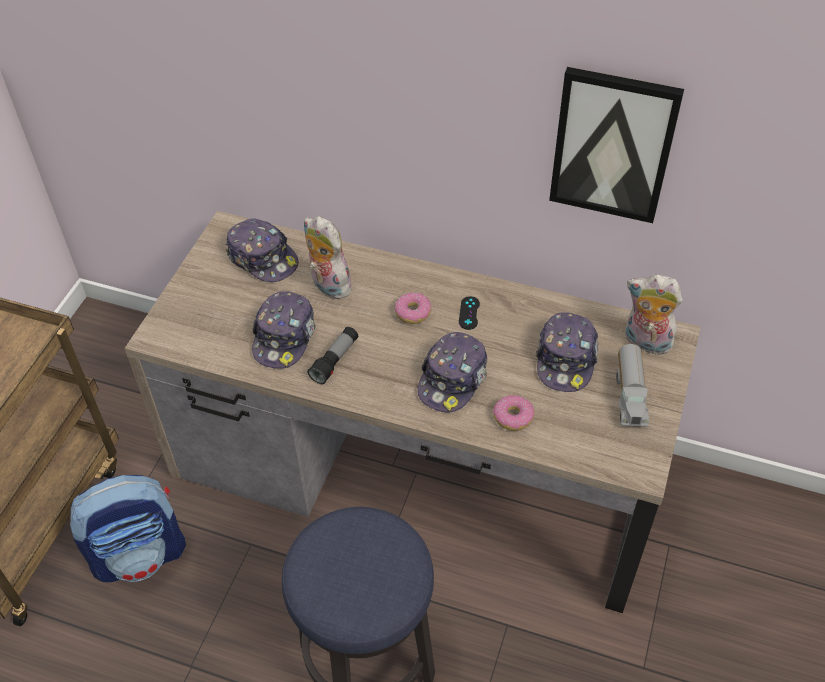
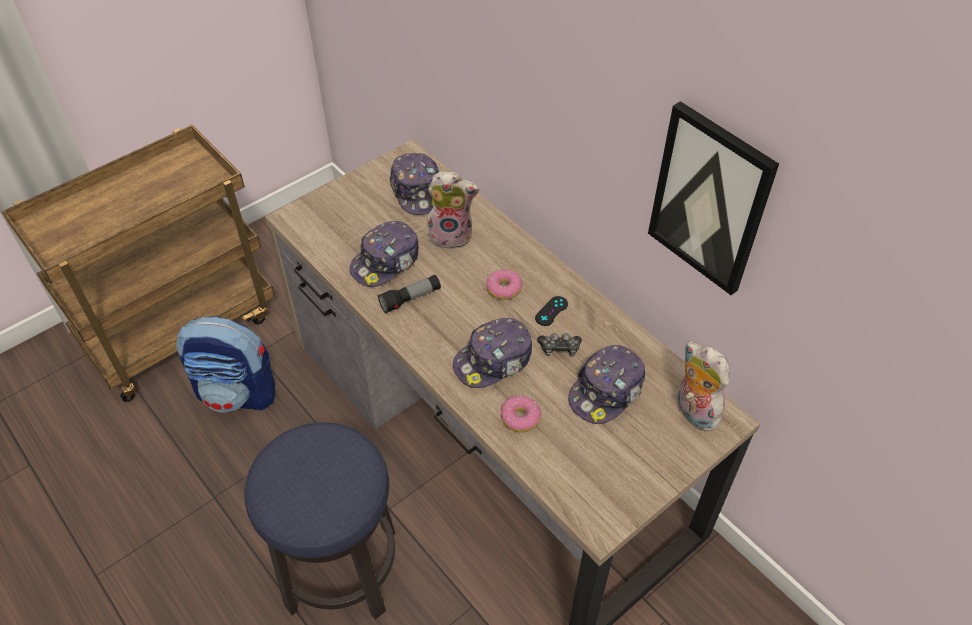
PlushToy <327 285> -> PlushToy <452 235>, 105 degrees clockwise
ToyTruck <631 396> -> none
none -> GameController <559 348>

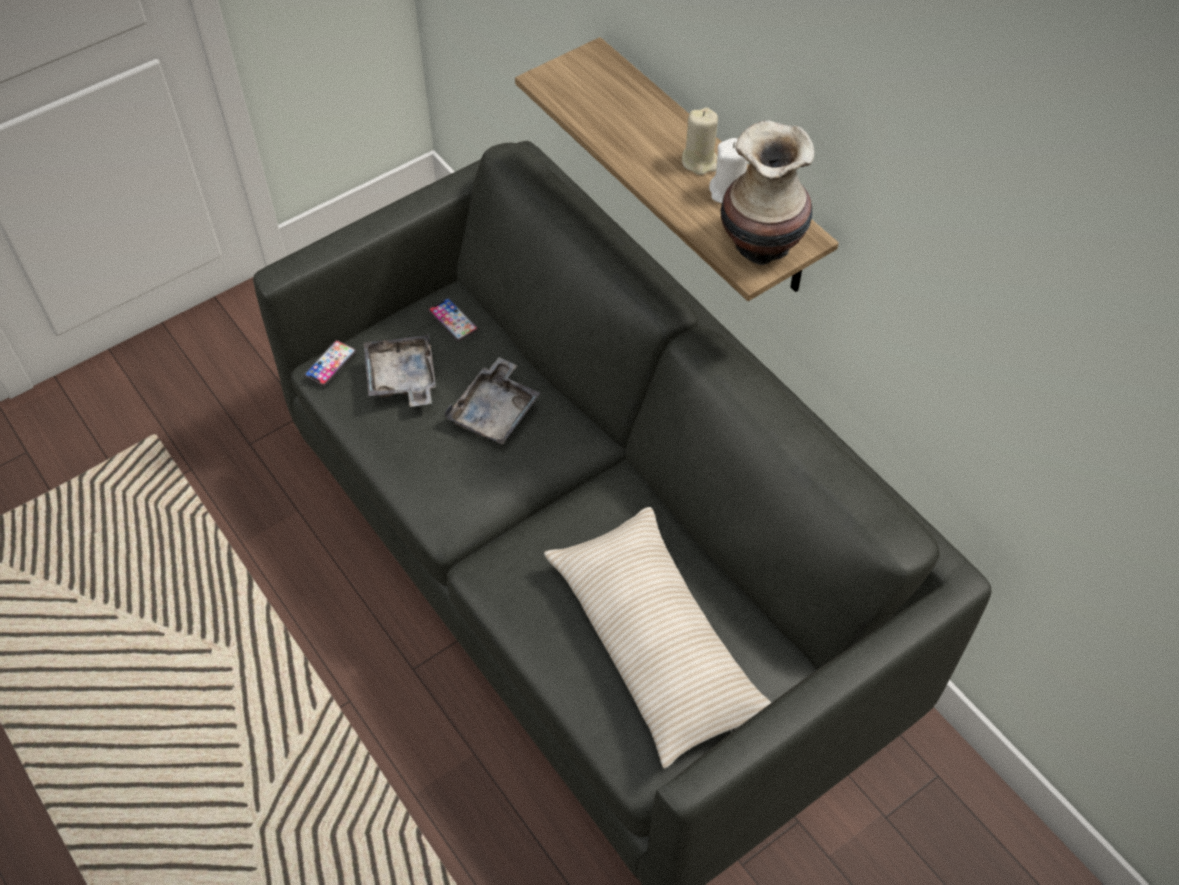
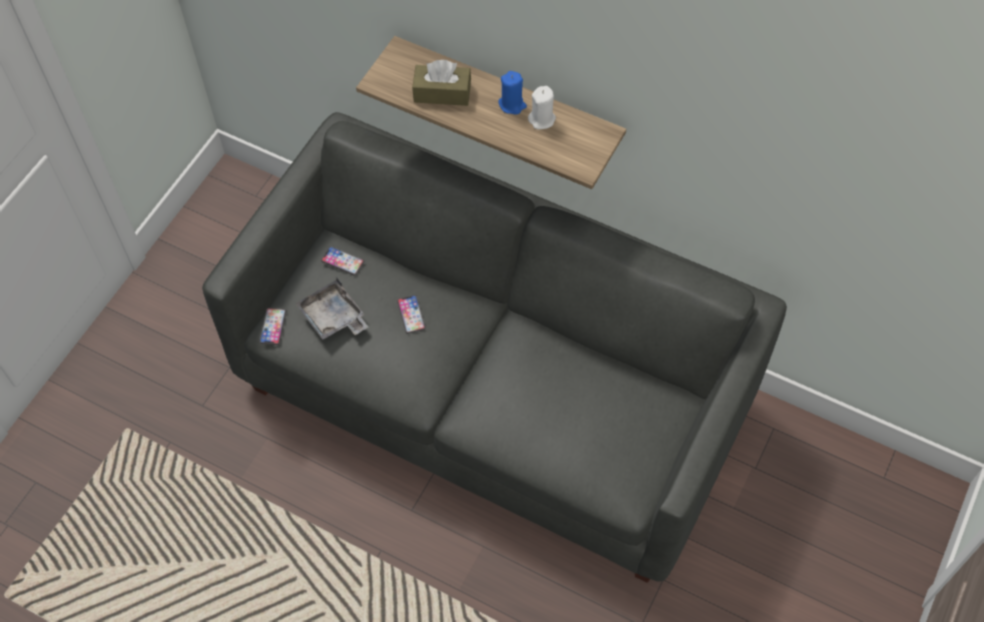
GreyishServingTray <495 412> -> Handset <411 314>
SandColouredThrowPillow <655 644> -> none
SandColouredCandle <700 162> -> BlueCandle <512 104>
DecorativeVase <763 245> -> none
none -> BrownBoxOfTissues <442 93>

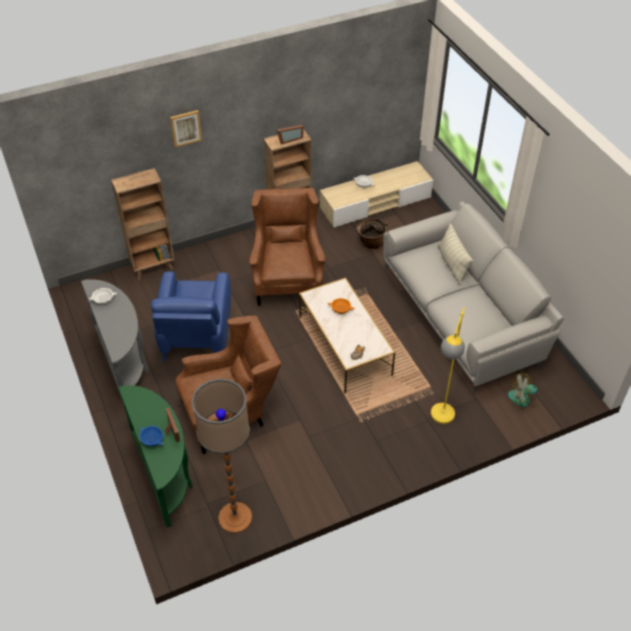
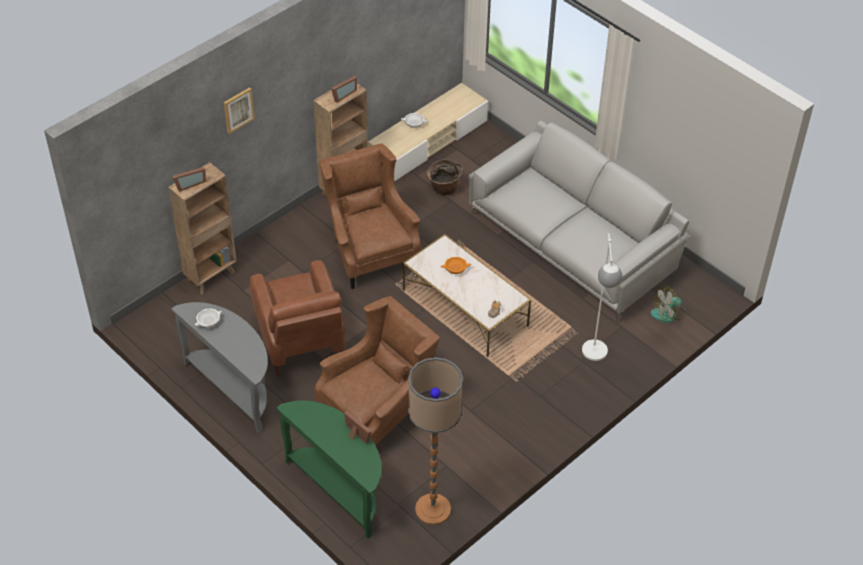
BlueServingBowl <152 440> -> none
BlueArmchair <196 338> -> BrownArmchair <301 341>
YellowColouredStandingLamp <440 420> -> WhitishStandingLamp <595 358>
ThrowPillow <452 264> -> none
none -> StandingFrame <189 184>

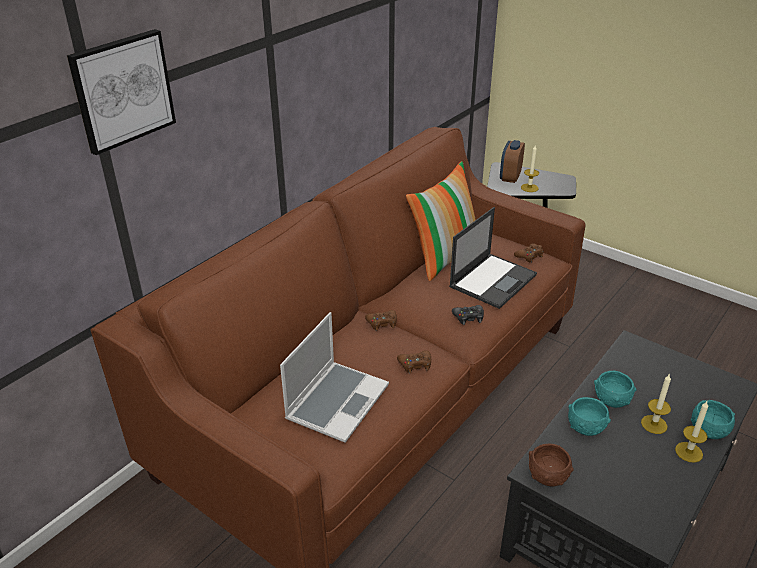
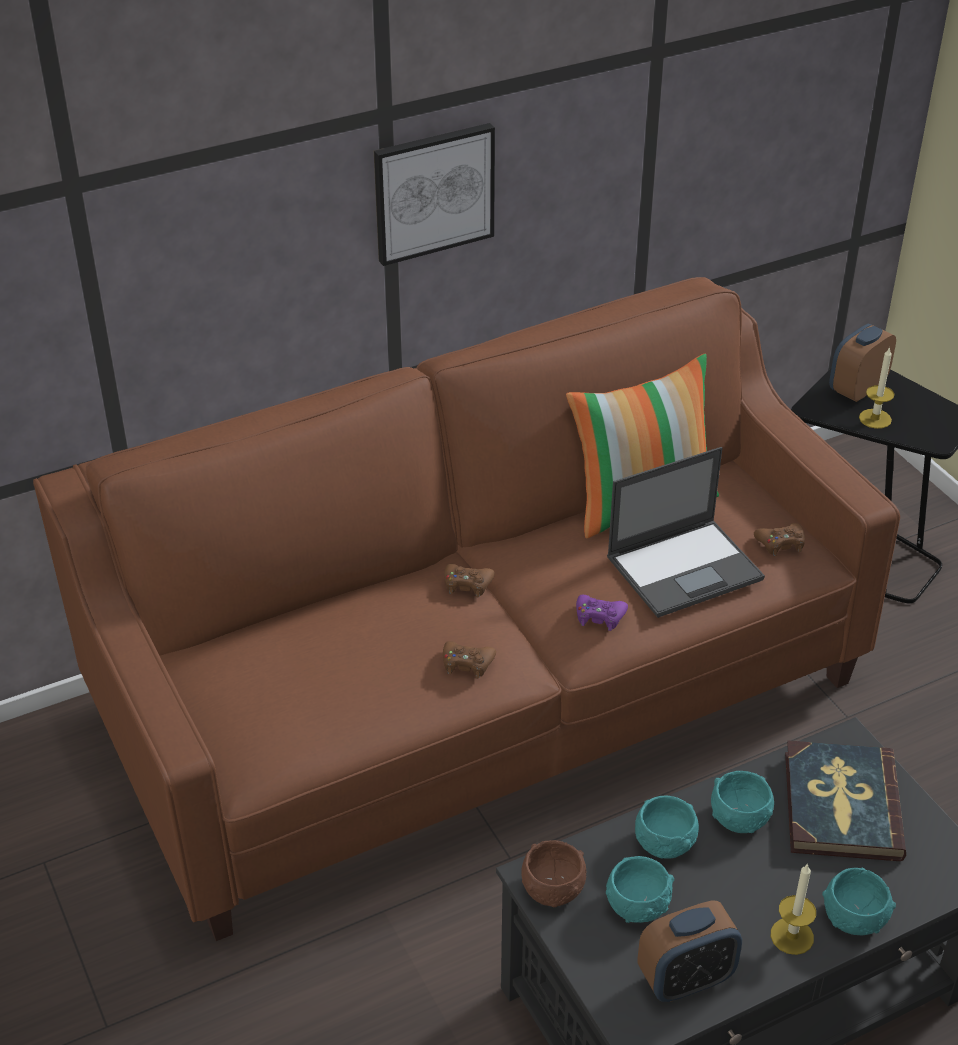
WallArt <122 90> -> WallArt <433 192>, relocated
PortableComputer <337 401> -> none
BlackGameController <468 317> -> PurpleGameController <599 617>
Candle <654 424> -> none
none -> TurquoiseColouredServingBowl <637 904>
none -> BedsideClock <685 979>
none -> BoundBook <841 805>

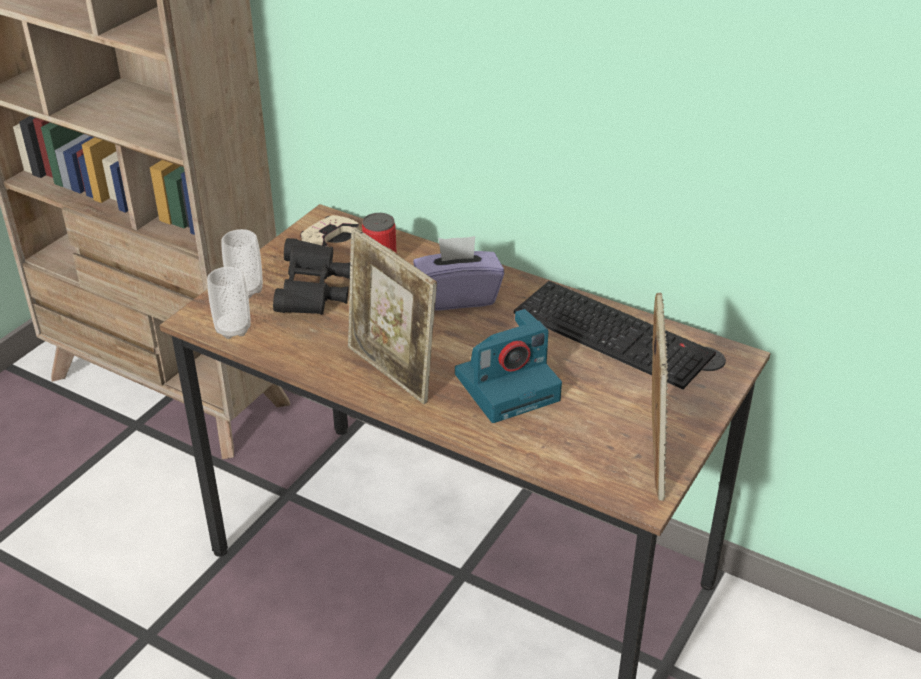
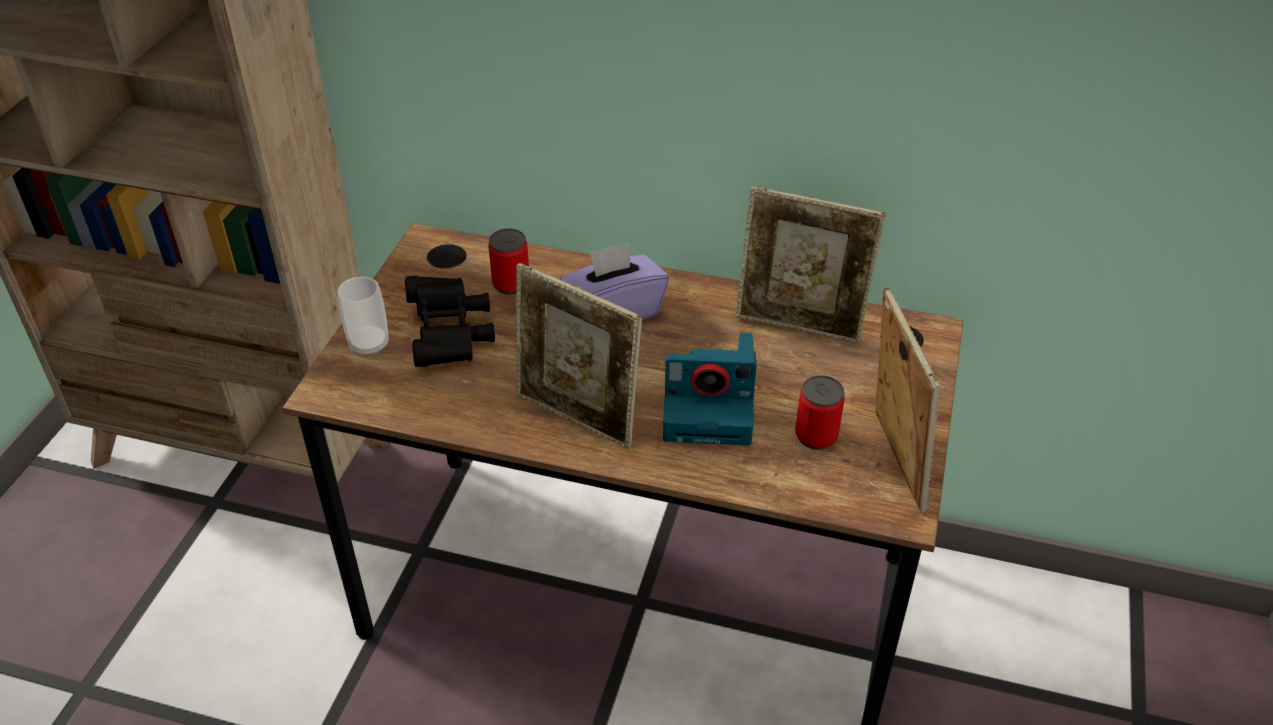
SmallCup <233 329> -> none
SandColouredGameController <328 237> -> none
PhotoCamera <508 385> -> PhotoCamera <711 408>, 45 degrees clockwise
ComputerKeyboard <615 333> -> StandingFrame <799 326>
none -> MetalCan <816 435>

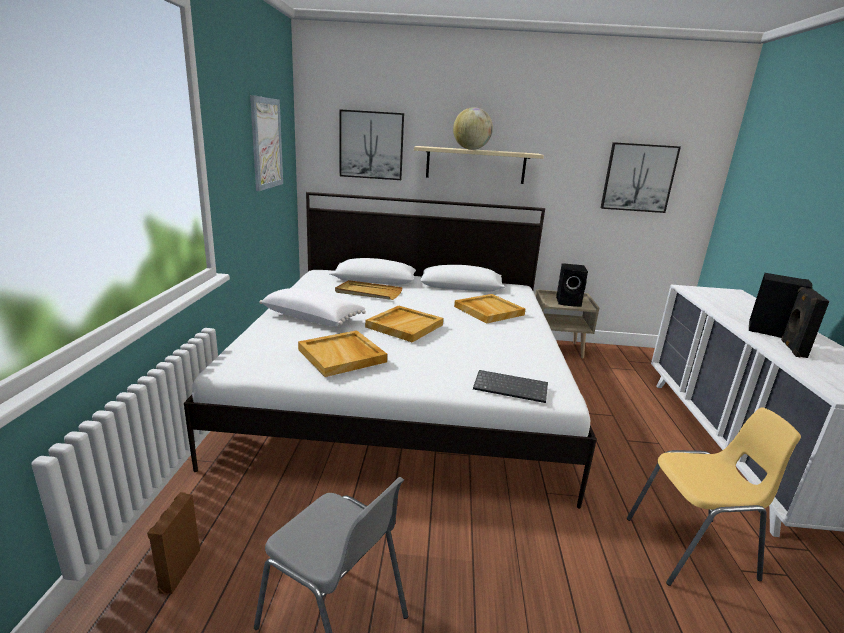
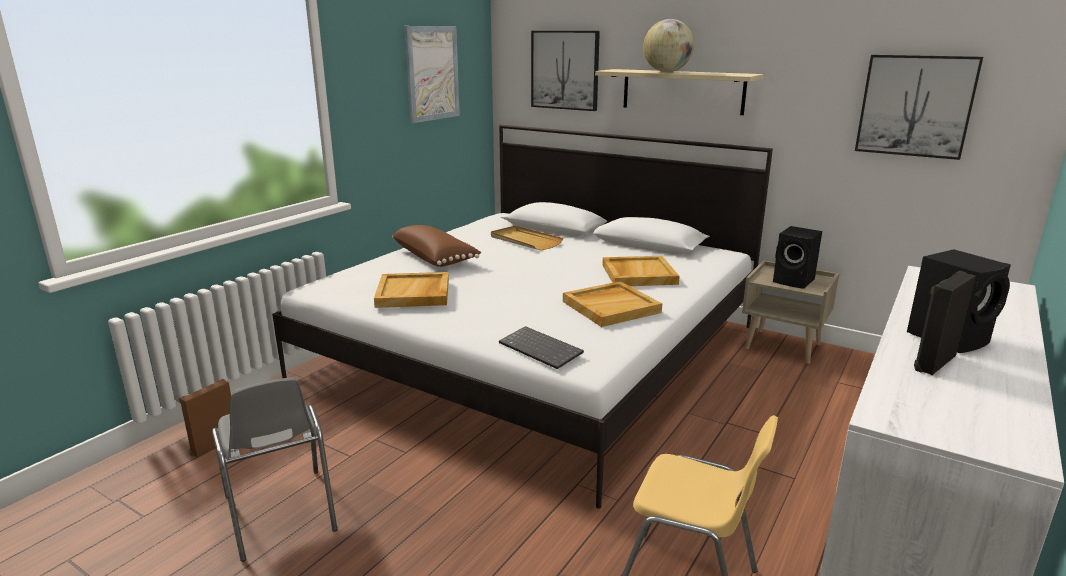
WhitishThrowPillow <313 318> -> BrownThrowPillow <435 258>
SandColouredServingTray <404 326> -> SandColouredServingTray <611 306>, relocated

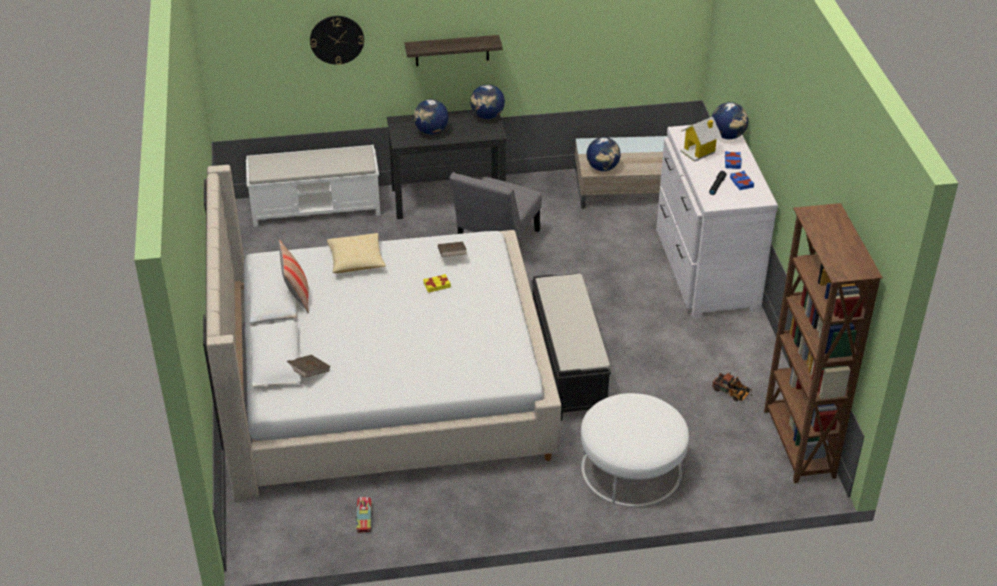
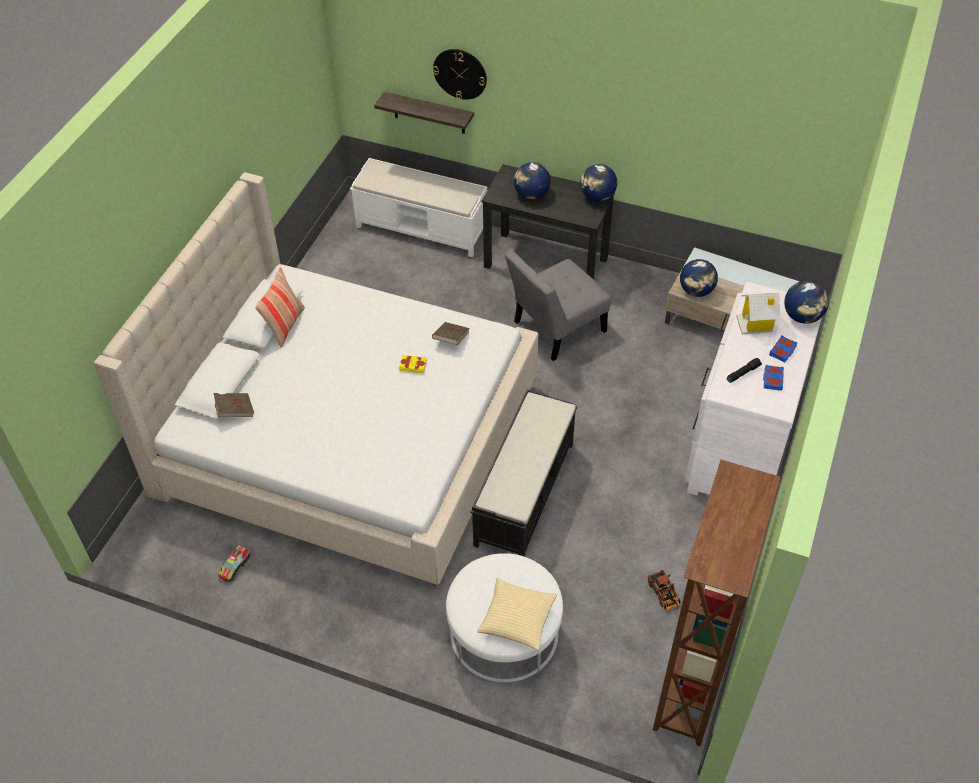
ThrowPillow <356 261> -> ThrowPillow <517 620>, relocated
WallShelf <452 50> -> WallShelf <429 113>, relocated

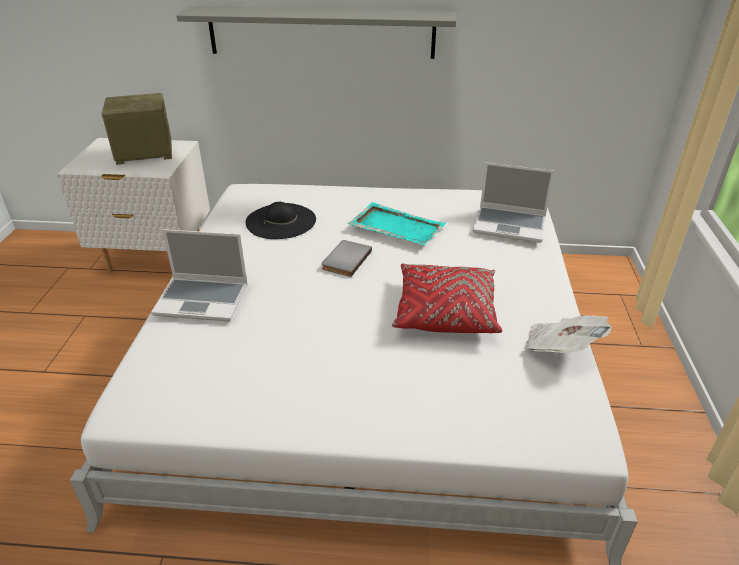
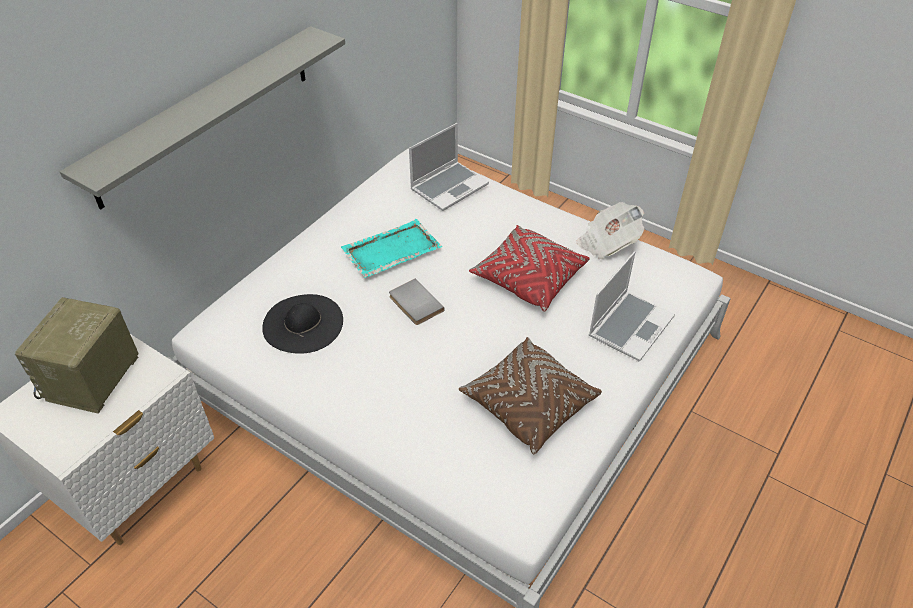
PortableComputer <203 300> -> PortableComputer <630 325>, relocated
none -> BrownThrowPillow <528 404>

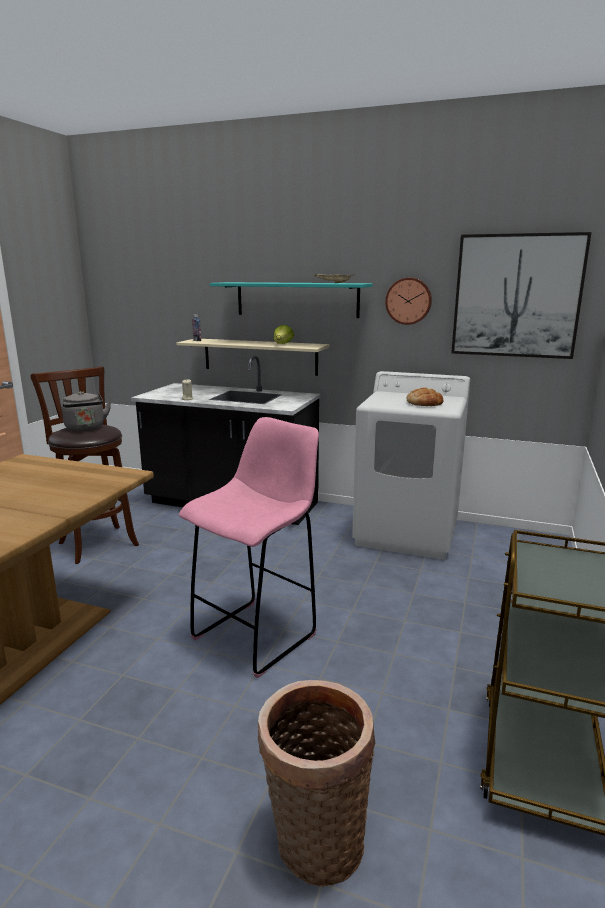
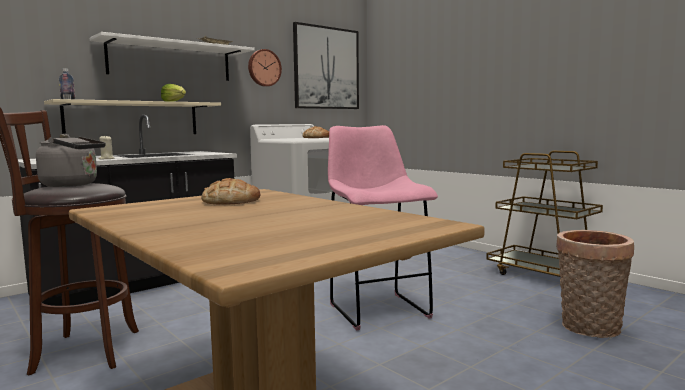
TurquoiseColouredWallShelf <297 299> -> WhitishWallShelf <171 61>
none -> BakedBread <231 201>

